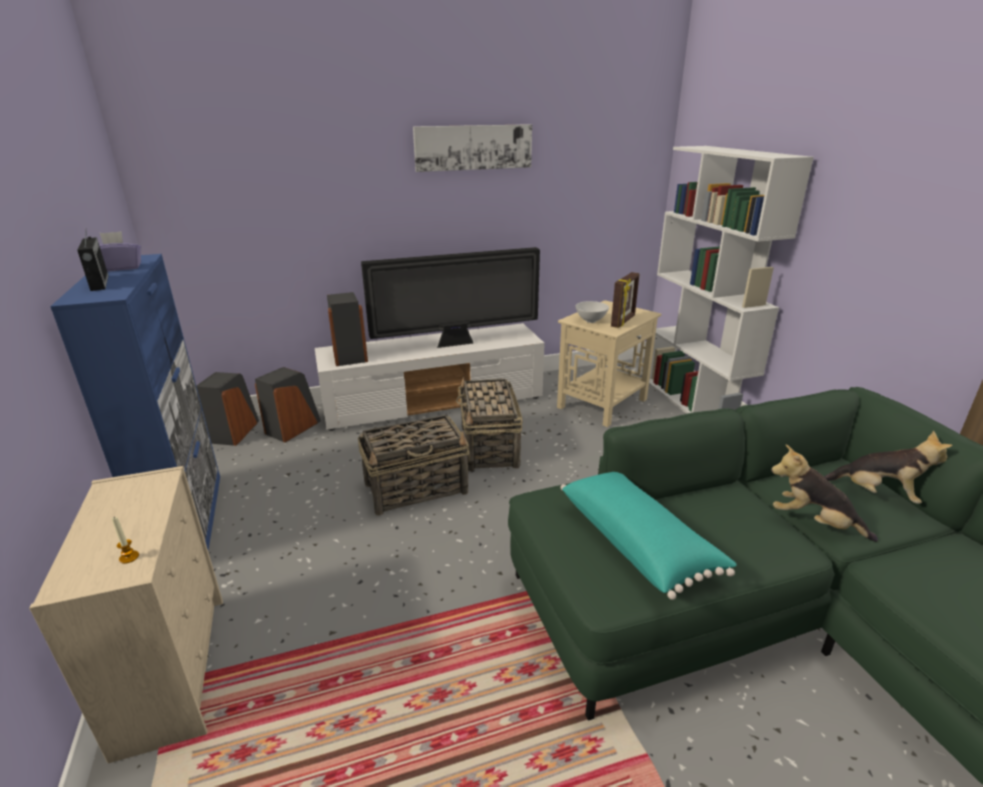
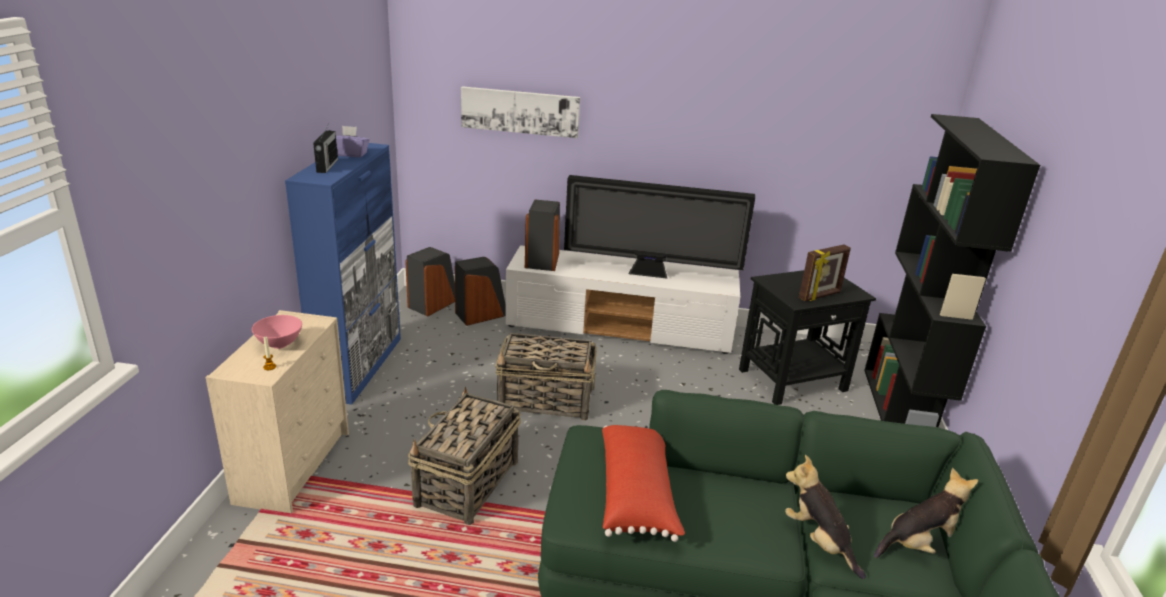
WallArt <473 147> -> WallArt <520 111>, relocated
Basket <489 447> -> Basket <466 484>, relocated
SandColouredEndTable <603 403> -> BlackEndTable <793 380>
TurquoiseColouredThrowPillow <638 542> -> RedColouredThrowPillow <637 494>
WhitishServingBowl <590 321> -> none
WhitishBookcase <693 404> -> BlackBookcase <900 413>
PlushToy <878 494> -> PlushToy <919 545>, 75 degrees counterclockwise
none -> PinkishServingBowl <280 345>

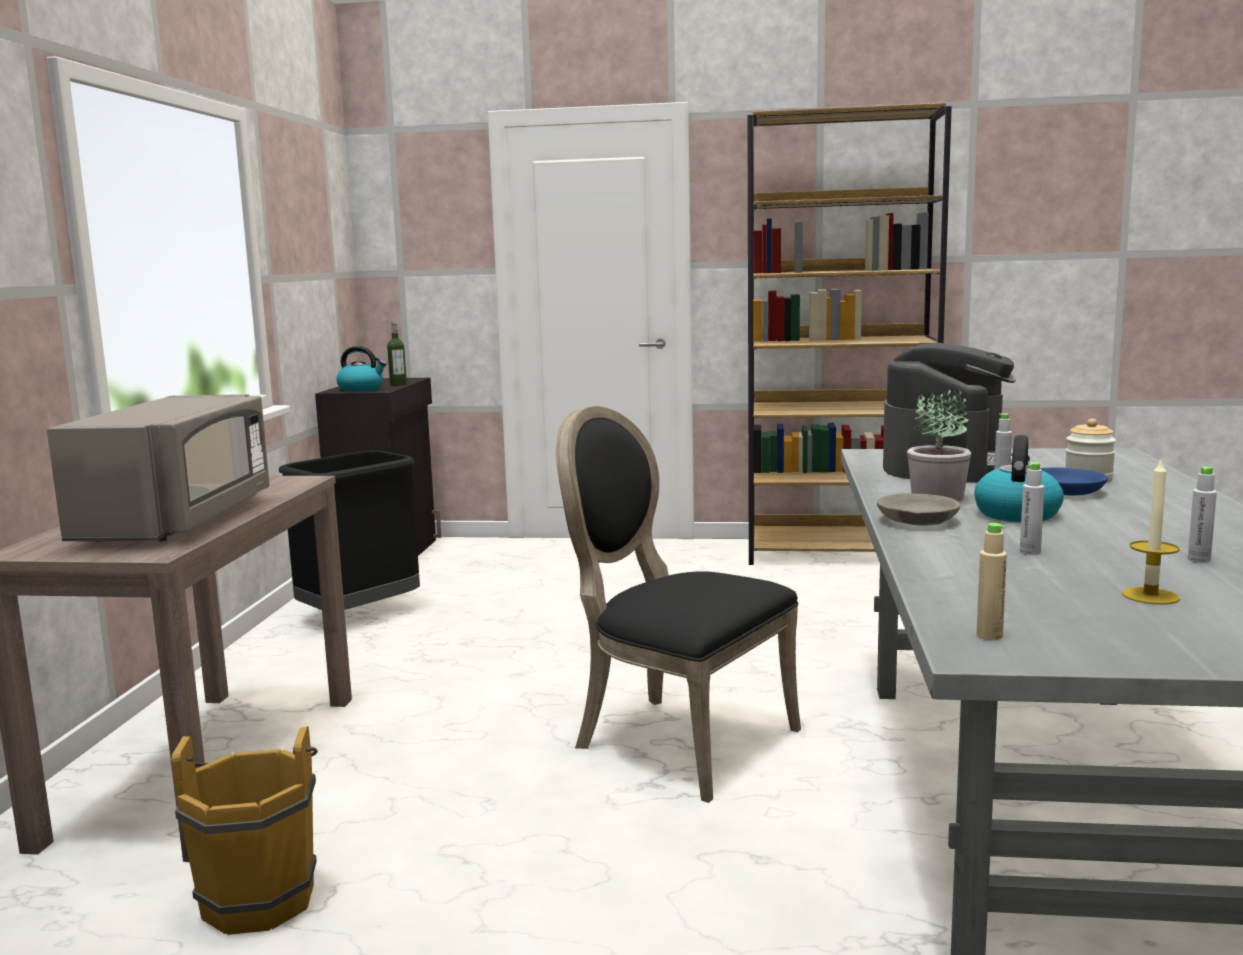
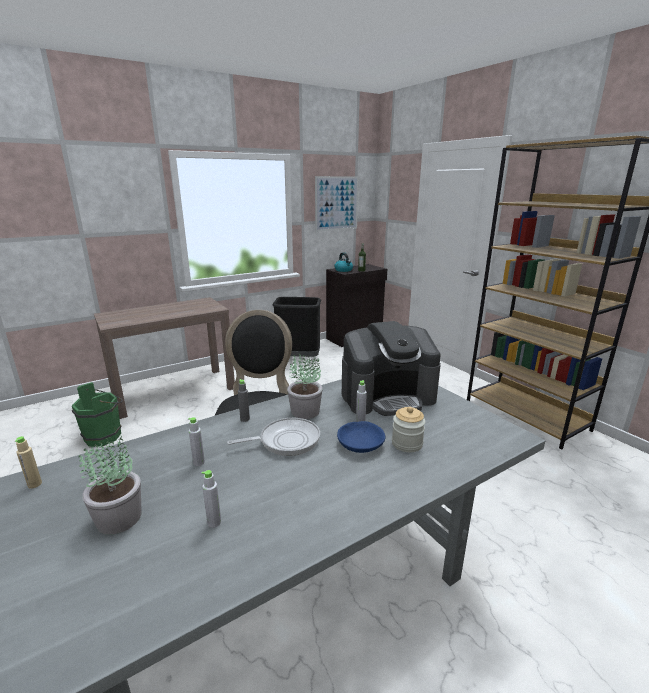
GreyishMicrowave <179 520> -> none
BrownBucket <261 896> -> GreenBucket <106 436>
GreyishServingBowl <917 521> -> GreyishBottle <245 419>
WaterKettle <1016 514> -> Pan <286 441>
Candle <1150 596> -> PlantInAPot <120 518>
none -> WallArt <336 203>

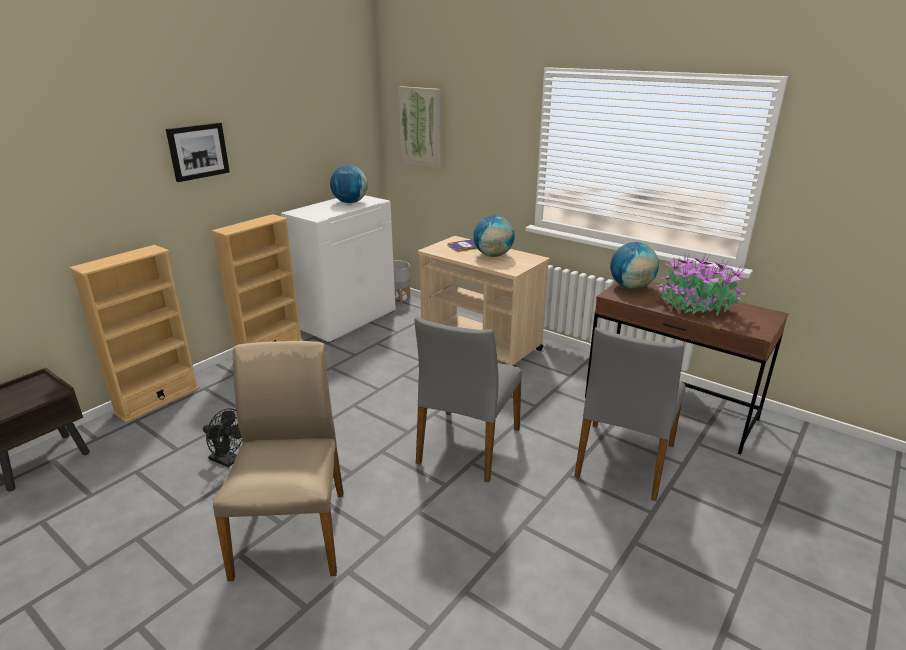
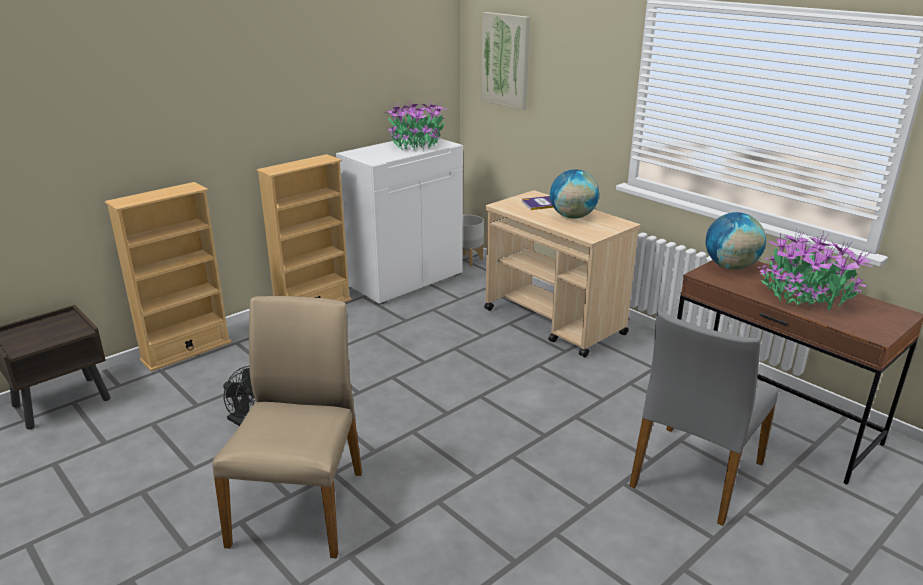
WallArt <198 151> -> none
Globe <350 202> -> PlantInAPot <416 145>
GreyishChair <467 445> -> none

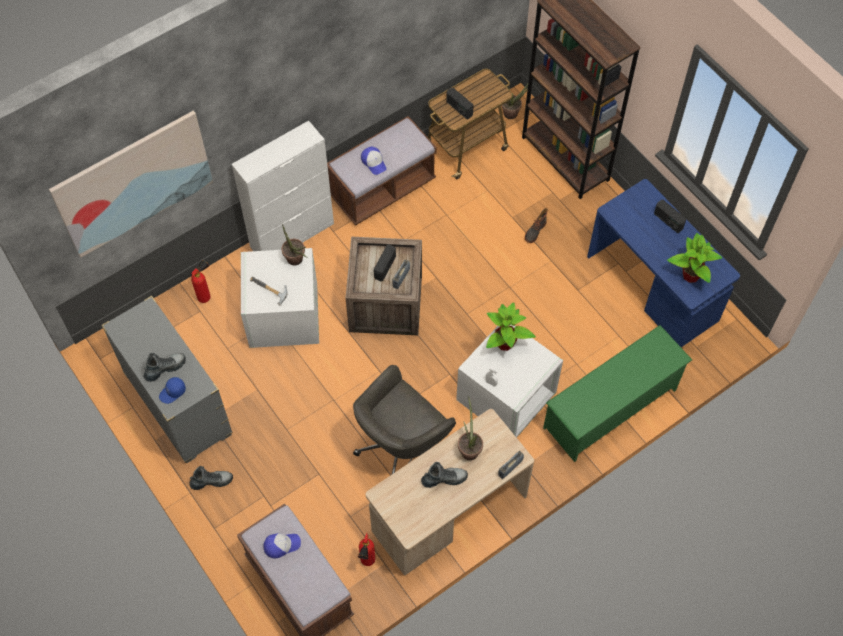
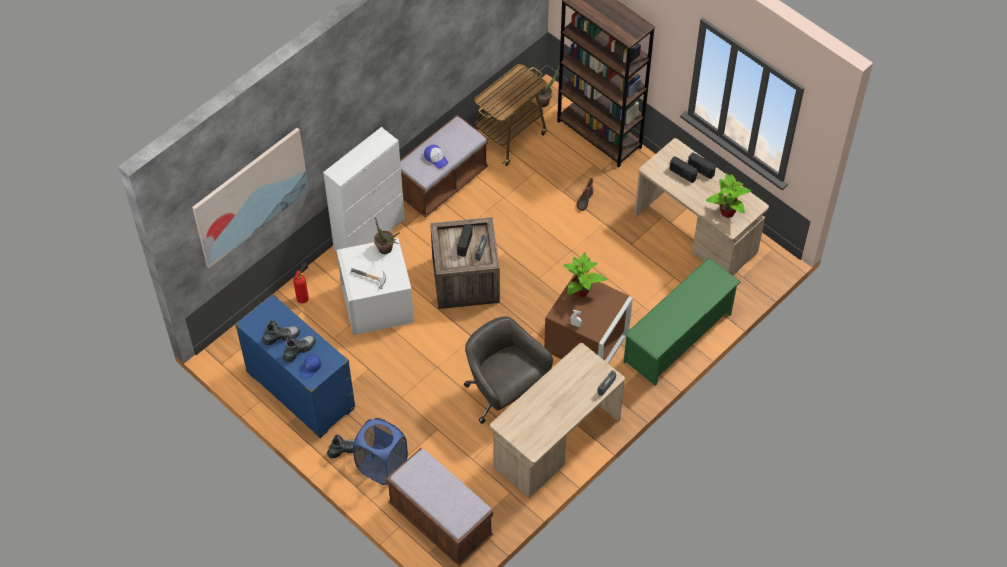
GreyishChestOfDrawers <178 404> -> BlueChestOfDrawers <300 391>
BaseballCap <281 545> -> none
GreyishComputerChair <401 447> -> GreyishComputerChair <505 396>, 105 degrees clockwise
FireExtinguisher <367 563> -> none
HighTopBoot <444 479> -> HighTopBoot <281 337>, relocated
Radio <459 108> -> Radio <682 174>, relocated
WhitishStorageBin <506 397> -> BrownStorageBin <587 342>
PlantInAPot <469 448> -> none
BlueDeskUnit <653 287> -> SandColouredDeskUnit <696 232>
none -> BlueWashingBasket <382 466>

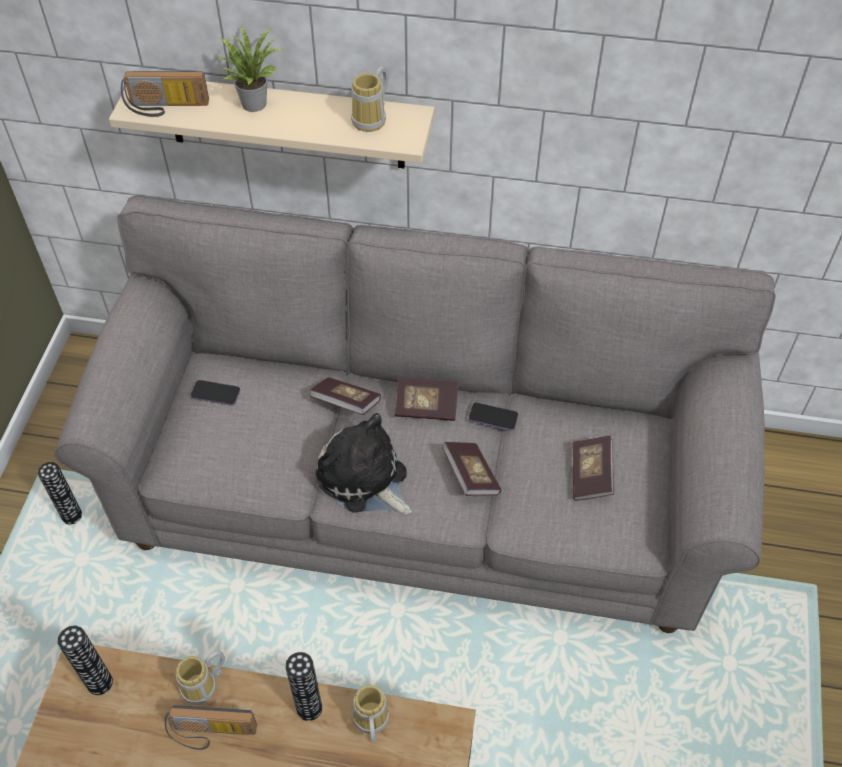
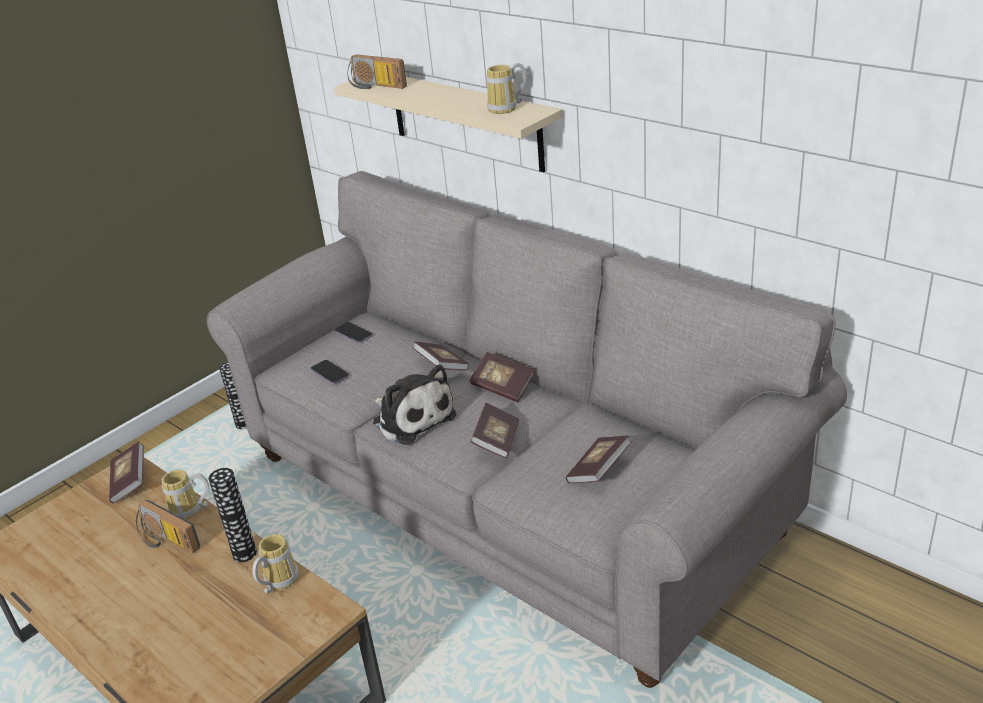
DecorativeVase <99 682> -> BoundBook <130 482>
PlantInAPot <254 102> -> none
PlushToy <365 480> -> PlushToy <412 418>, 150 degrees clockwise
Handset <493 417> -> Handset <330 373>, relocated

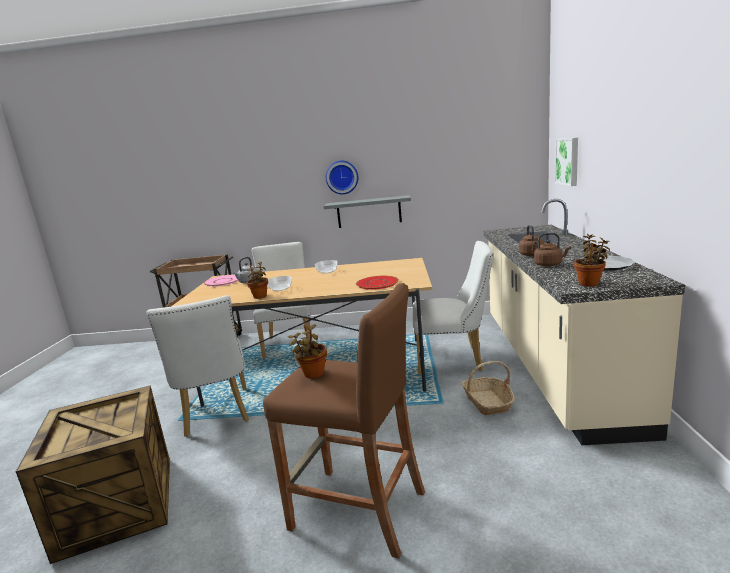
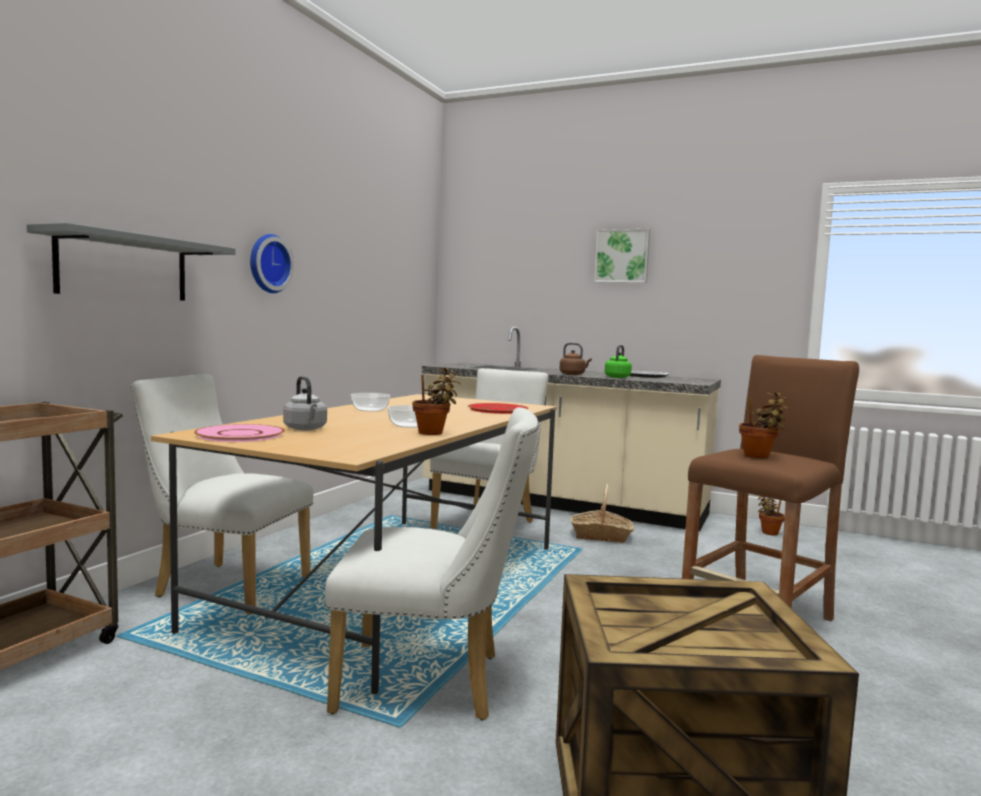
GreyishWallShelf <369 212> -> GreyishWallShelf <124 267>, relocated
BrownWaterKettle <549 264> -> GreenWaterKettle <618 377>
WallArt <568 161> -> WallArt <622 256>, relocated
PlantInAPot <590 283> -> PlantInAPot <769 532>, relocated

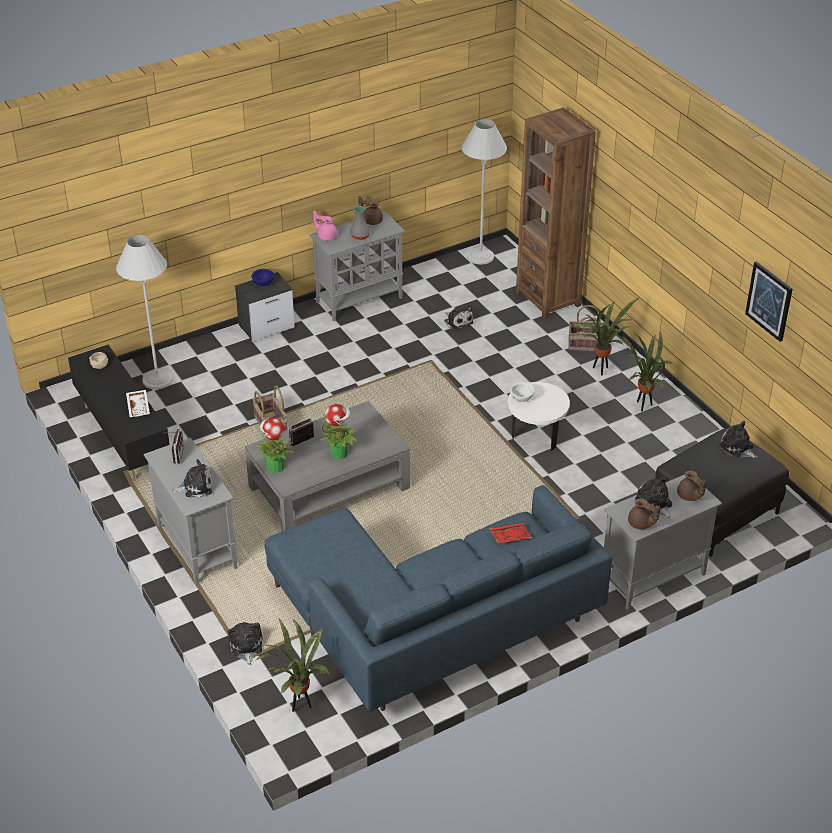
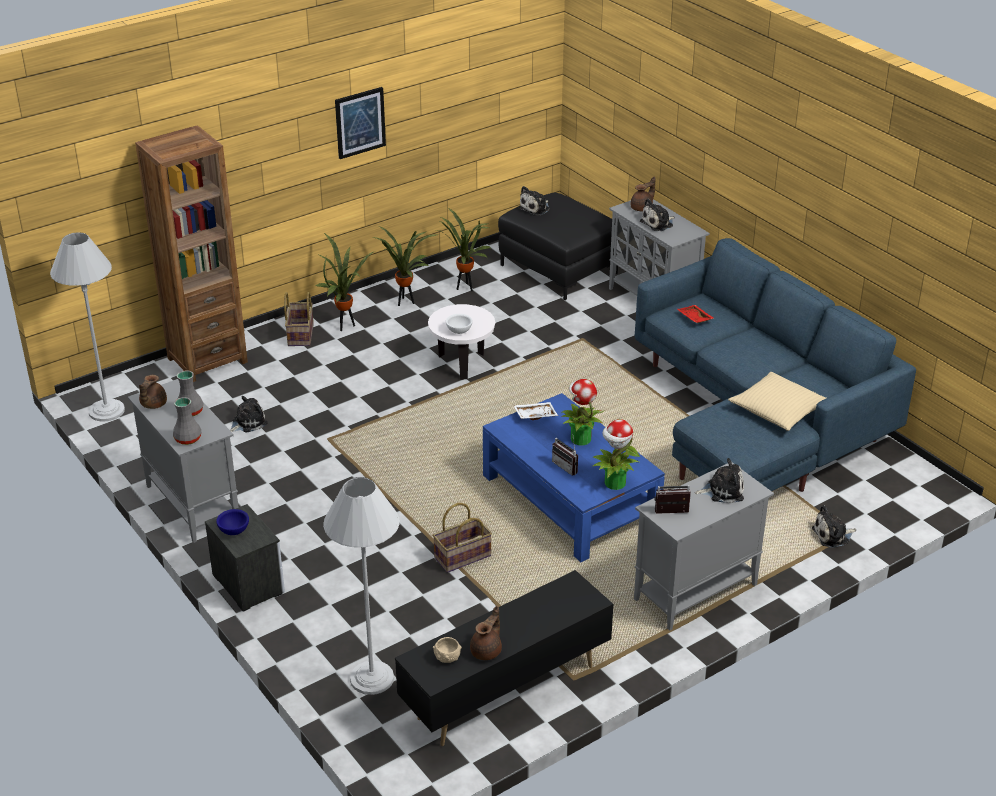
WhitishServingTray <139 407> -> WhitishServingTray <535 415>, relocated
PlushToy <195 486> -> PlushToy <722 490>, 105 degrees clockwise
GreyishCoffeeTable <328 487> -> BlueCoffeeTable <570 500>
PlantInAPot <299 705> -> PlantInAPot <465 288>, relocated
PinkishTeapot <326 236> -> GreyishDecorativeVase <187 439>
BrownTeapot <641 524> -> BrownTeapot <487 650>, relocated
WallArt <769 301> -> WallArt <360 122>, relocated
none -> SandColouredThrowPillow <778 409>

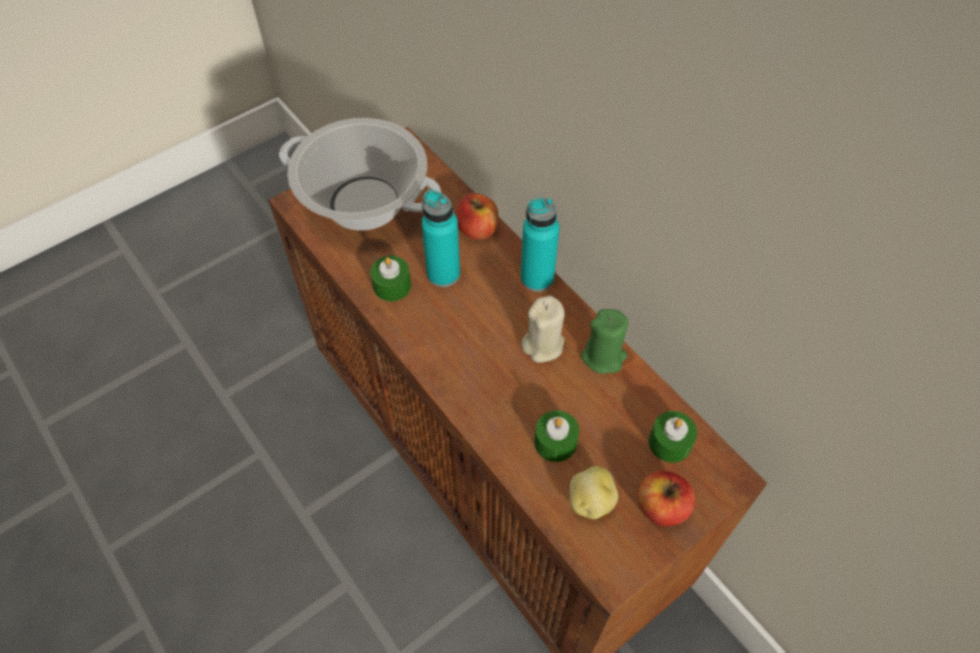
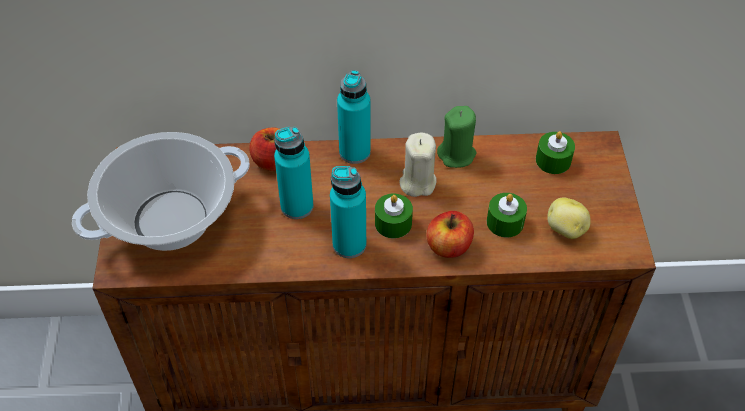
GreenCandle <392 285> -> GreenCandle <393 223>, relocated
WholeApple <661 507> -> WholeApple <449 246>, relocated
none -> TurquoiseColouredBottle <349 244>

